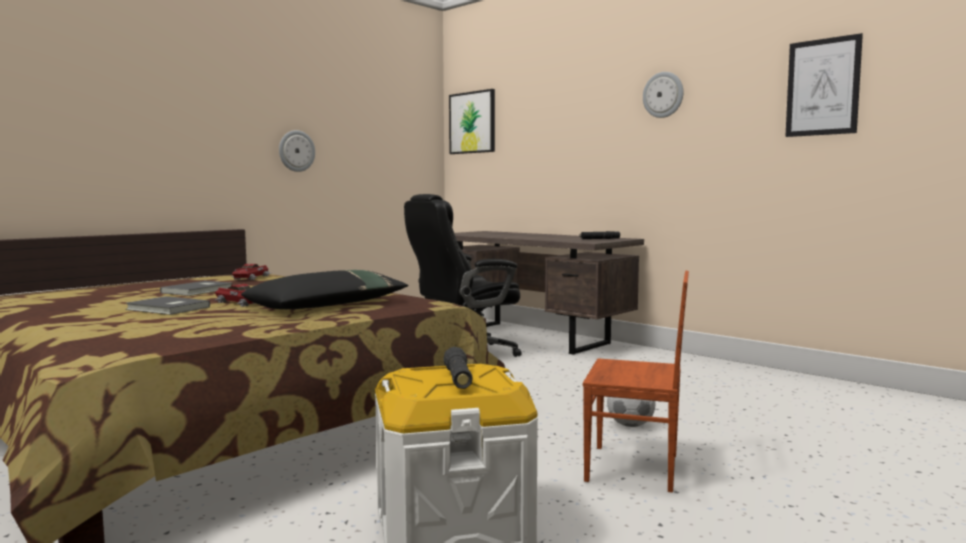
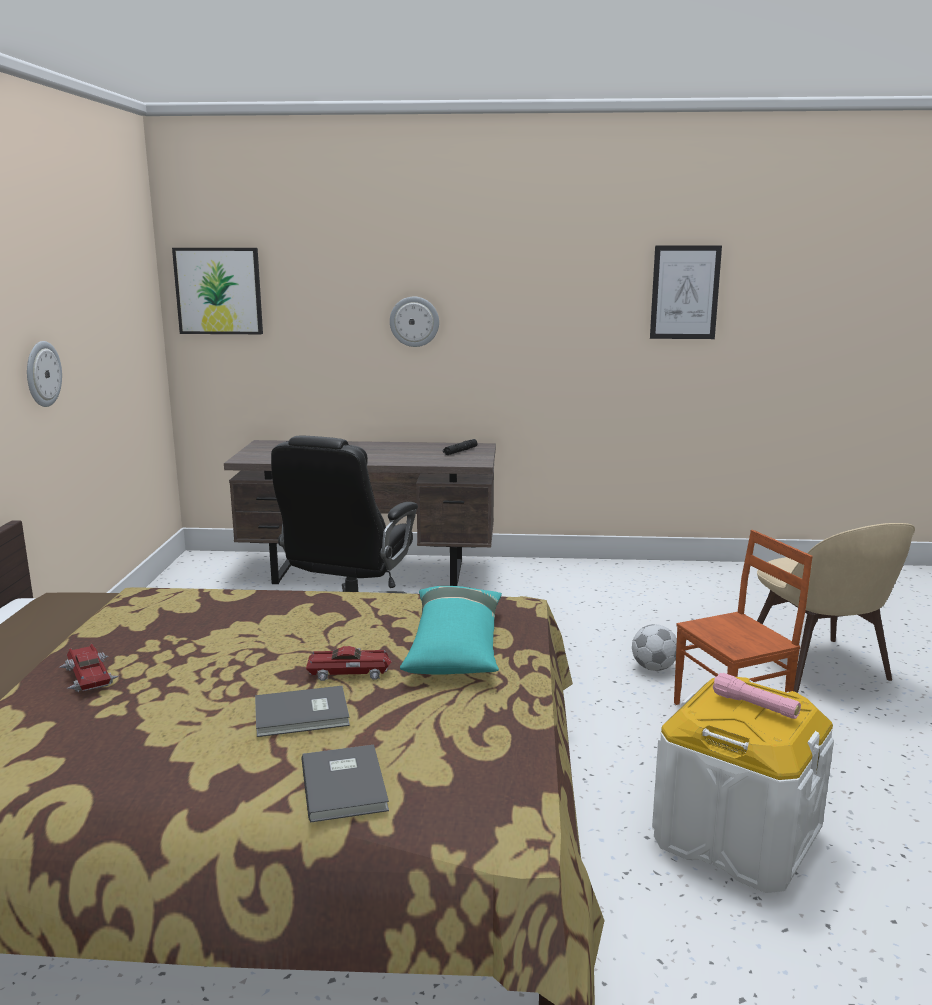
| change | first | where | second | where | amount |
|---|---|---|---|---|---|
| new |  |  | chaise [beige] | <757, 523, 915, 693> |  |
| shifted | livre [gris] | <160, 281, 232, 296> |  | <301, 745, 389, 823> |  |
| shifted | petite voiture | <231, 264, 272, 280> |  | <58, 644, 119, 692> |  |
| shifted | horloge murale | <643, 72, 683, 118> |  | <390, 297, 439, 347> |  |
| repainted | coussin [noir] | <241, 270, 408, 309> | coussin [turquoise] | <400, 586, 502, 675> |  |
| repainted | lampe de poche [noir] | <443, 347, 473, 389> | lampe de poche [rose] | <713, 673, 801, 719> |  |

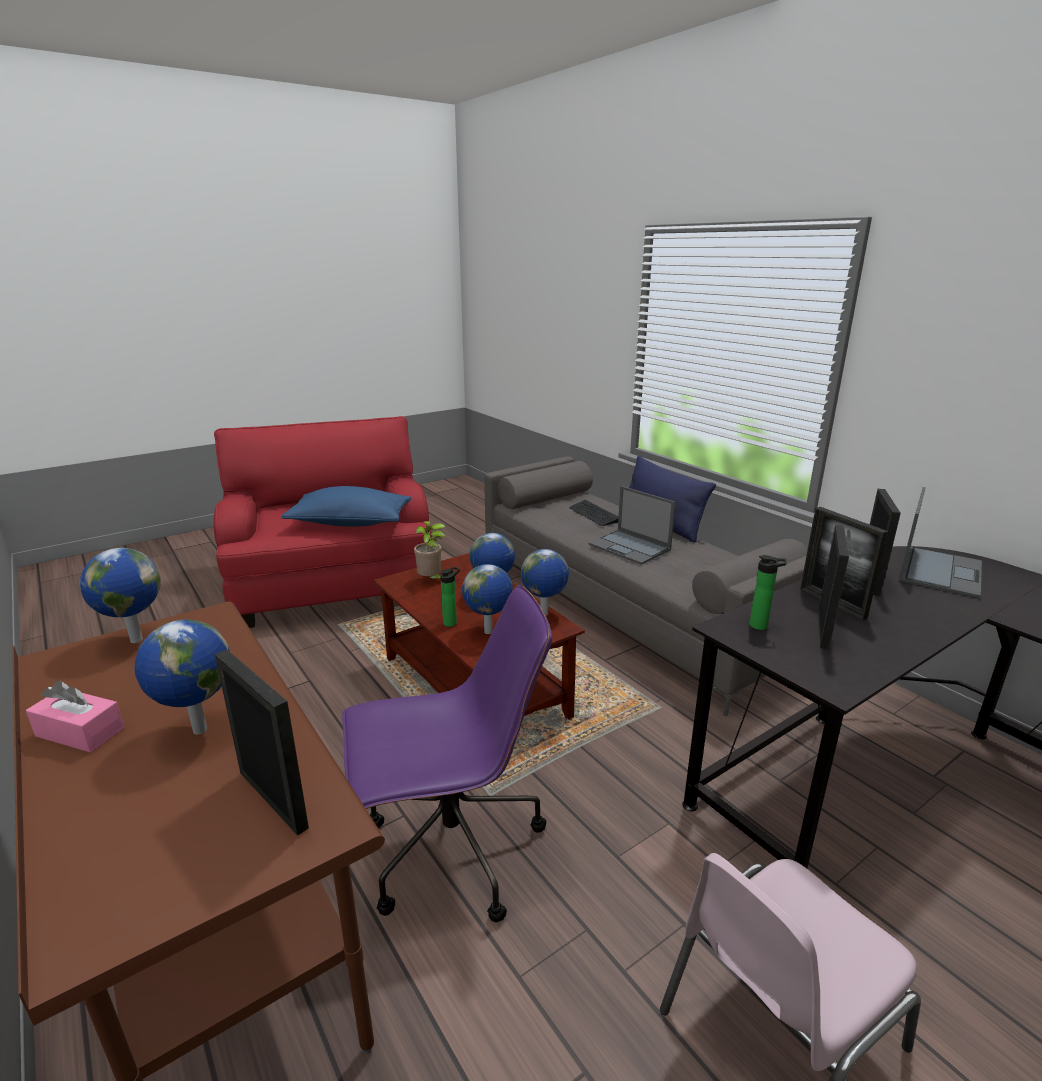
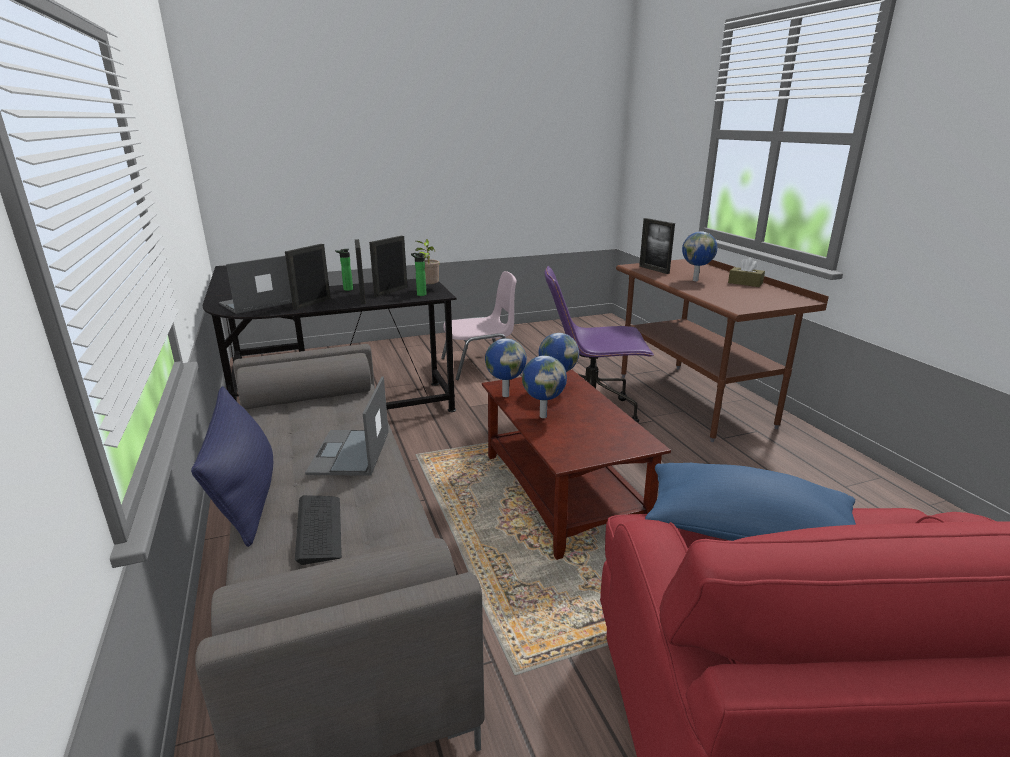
| change | first | where | second | where | amount |
|---|---|---|---|---|---|
| gone | globe | <80, 548, 161, 643> |  |  |  |
| shifted | plante en pot | <414, 521, 446, 579> |  | <415, 239, 440, 284> |  |
| shifted | bouteille | <440, 567, 460, 627> |  | <335, 249, 353, 291> |  |
| repainted | boîte à mouchoirs [rose] | <26, 681, 124, 752> | boîte à mouchoirs [marron] | <728, 257, 765, 287> |  |
| rotated | ordinateur portable | <589, 486, 676, 565> |  | <305, 377, 389, 476> | 150 degrees counterclockwise |

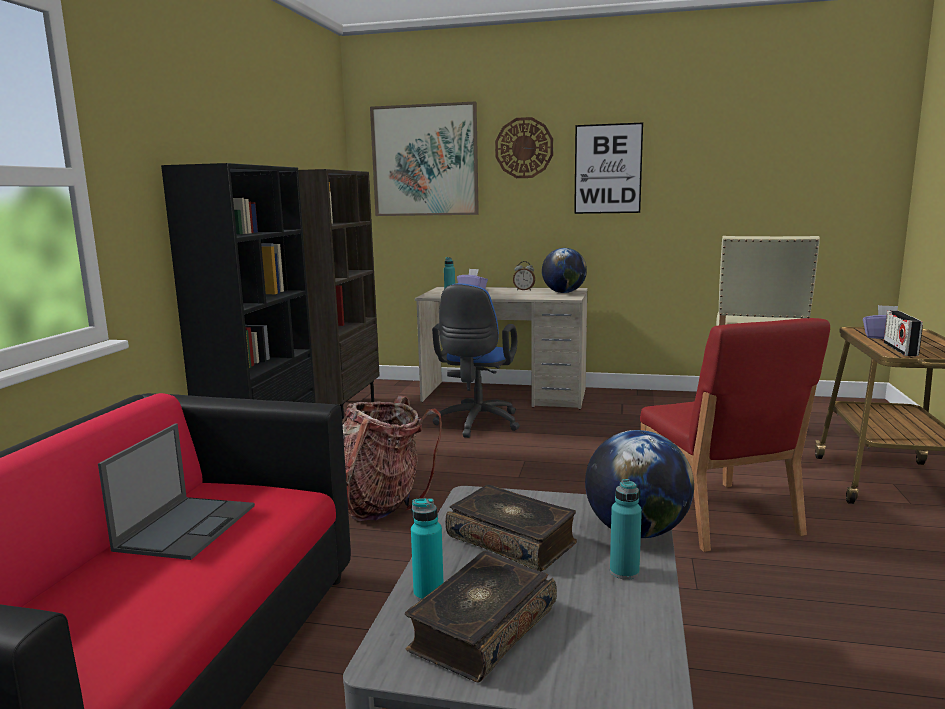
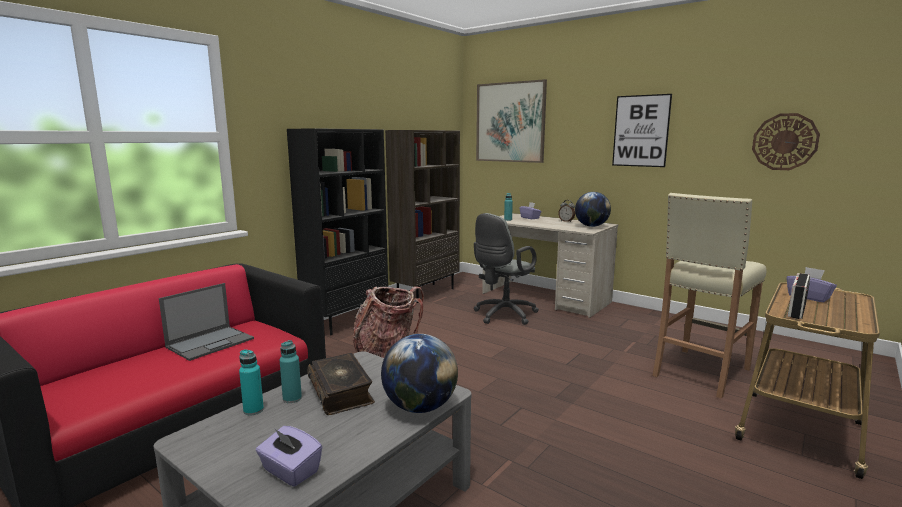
| change | first | where | second | where | amount |
|---|---|---|---|---|---|
| gone | livre | <405, 551, 557, 683> |  |  |  |
| gone | chaise [rouge] | <640, 318, 830, 552> |  |  |  |
| new |  |  | boîte à mouchoirs [violet] | <256, 426, 322, 487> |  |
| shifted | horloge murale | <495, 117, 553, 178> |  | <752, 113, 820, 170> |  |
| shifted | bouteille [turquoise] | <610, 479, 642, 580> |  | <280, 340, 302, 403> |  |
| repainted | chaise de bureau [bleu] | <432, 283, 520, 438> | chaise de bureau [gris] | <473, 213, 539, 325> |  |

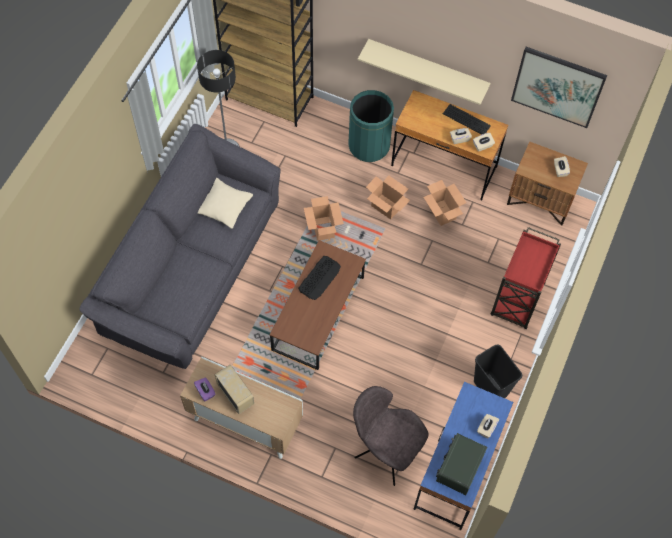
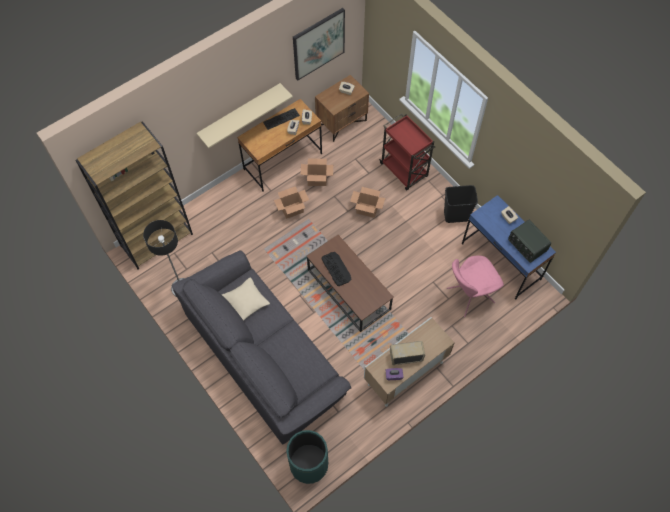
| change | first | where | second | where | amount |
|---|---|---|---|---|---|
| shifted | carton | <304, 196, 344, 241> |  | <350, 187, 385, 218> |  |
| shifted | poubelle [vert] | <348, 90, 394, 162> |  | <286, 430, 328, 484> |  |
| repainted | chaise [gris] | <353, 386, 429, 486> | chaise [rose] | <447, 256, 504, 317> |  |

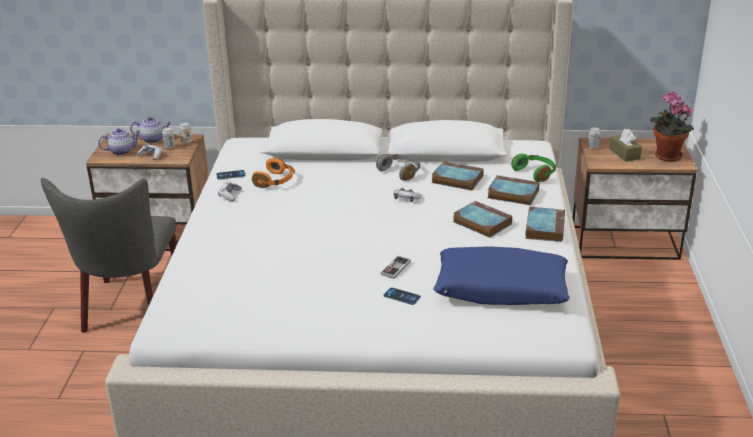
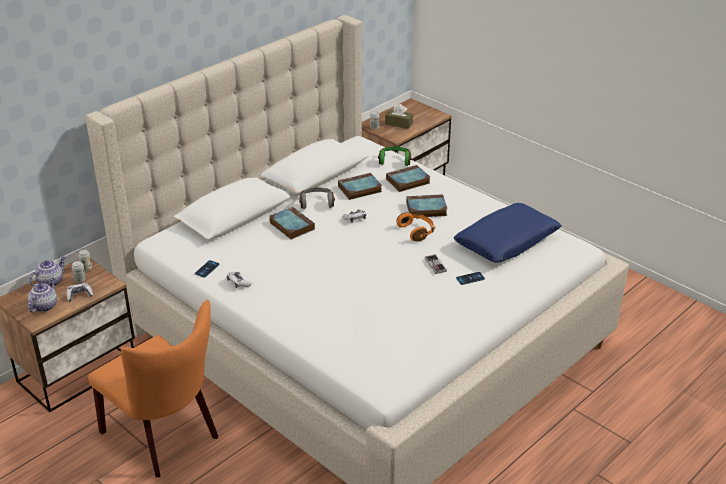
| change | first | where | second | where | amount |
|---|---|---|---|---|---|
| gone | plante en pot | <650, 92, 694, 162> |  |  |  |
| shifted | casque audio [orange] | <252, 158, 295, 188> |  | <397, 213, 435, 242> |  |
| shifted | livre | <525, 207, 565, 242> |  | <269, 207, 315, 240> |  |
| repainted | chaise [gris] | <41, 178, 177, 333> | chaise [orange] | <88, 300, 218, 478> |  |

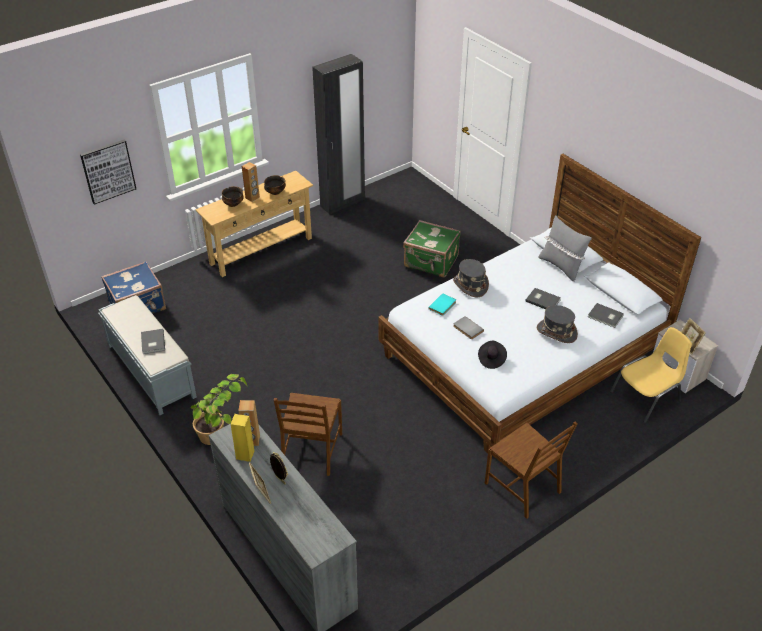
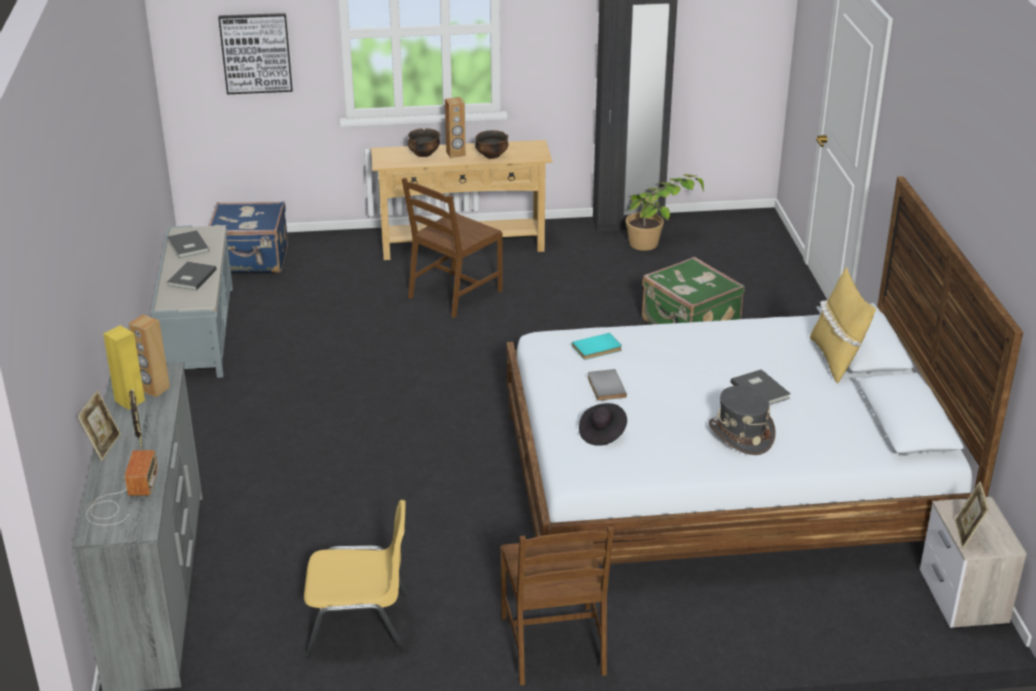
| change | first | where | second | where | amount |
|---|---|---|---|---|---|
| gone | chapeau [gris] | <453, 259, 489, 298> |  |  |  |
| new |  |  | radio | <86, 450, 158, 525> |  |
| shifted | plante en pot | <191, 374, 247, 445> |  | <626, 174, 704, 251> |  |
| shifted | chaise [marron] | <274, 393, 342, 476> |  | <402, 178, 502, 318> |  |
| shifted | livre [gris] | <588, 303, 624, 328> |  | <167, 230, 209, 258> |  |
| shifted | chaise [jaune] | <610, 327, 692, 423> |  | <304, 500, 407, 658> |  |
| repainted | coussin [gris] | <538, 216, 592, 282> | coussin [jaune] | <810, 268, 876, 384> |  |

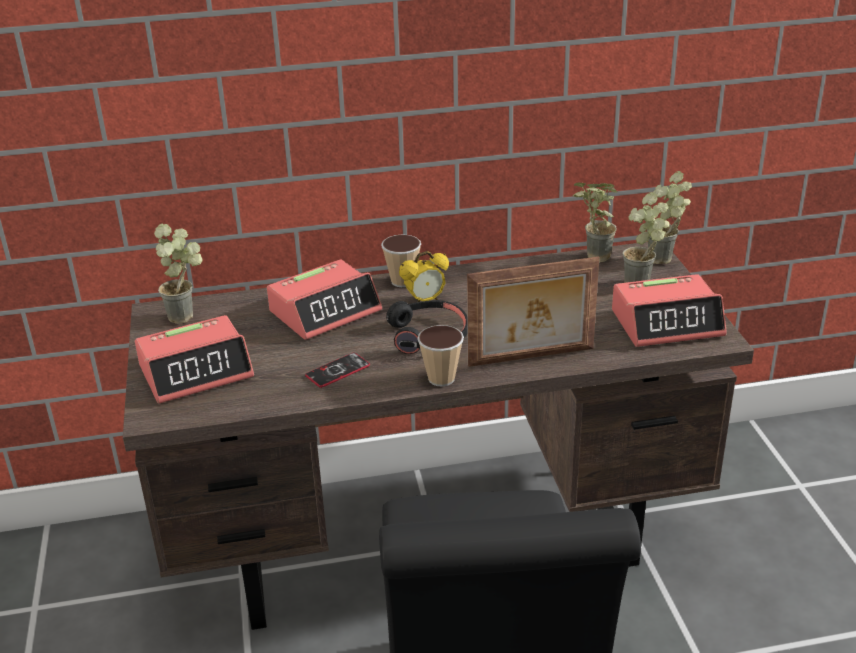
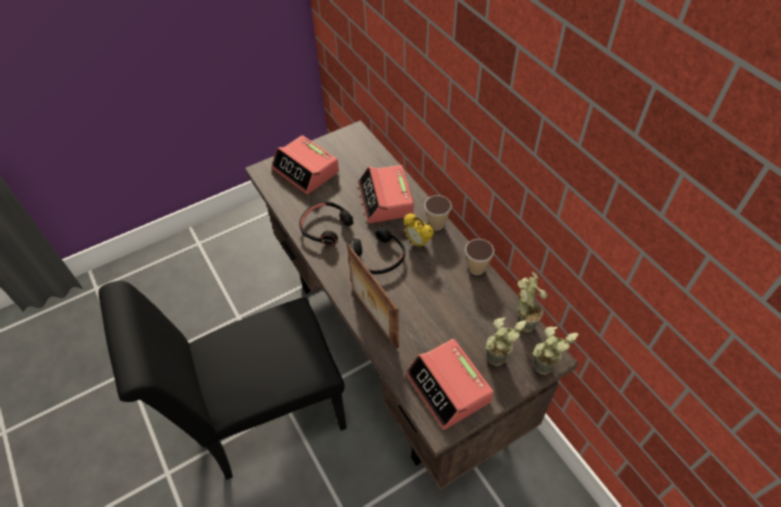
| change | first | where | second | where | amount |
|---|---|---|---|---|---|
| gone | plante en pot | <154, 224, 203, 324> |  |  |  |
| shifted | tasse | <417, 325, 464, 387> |  | <465, 239, 494, 275> |  |
| swapped | téléphone | <305, 353, 370, 388> | casque audio [noir] | <299, 201, 353, 246> |  |
| rotated | réveil | <267, 259, 382, 340> |  | <358, 165, 414, 223> | 45 degrees clockwise |

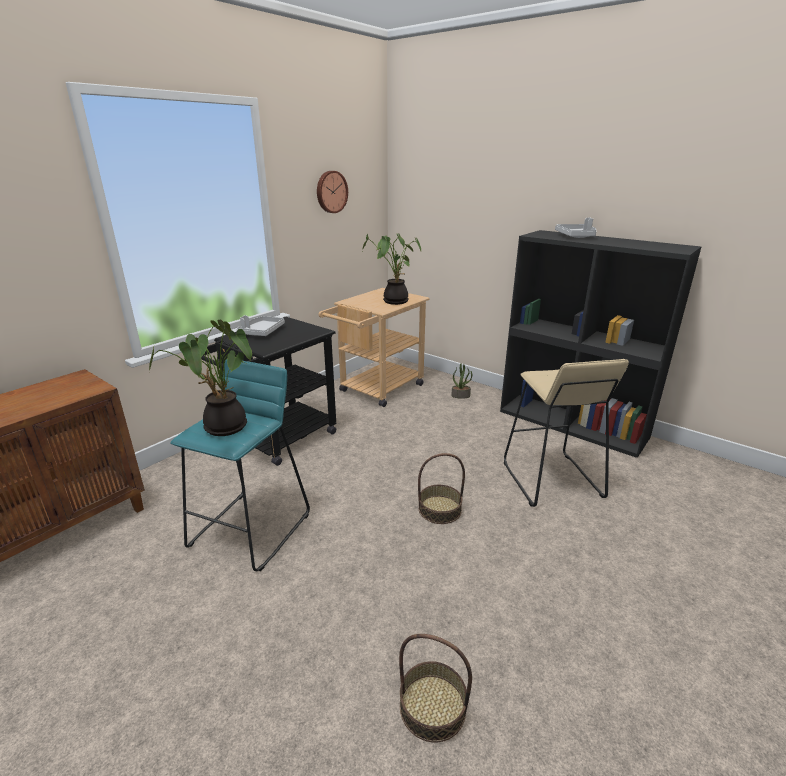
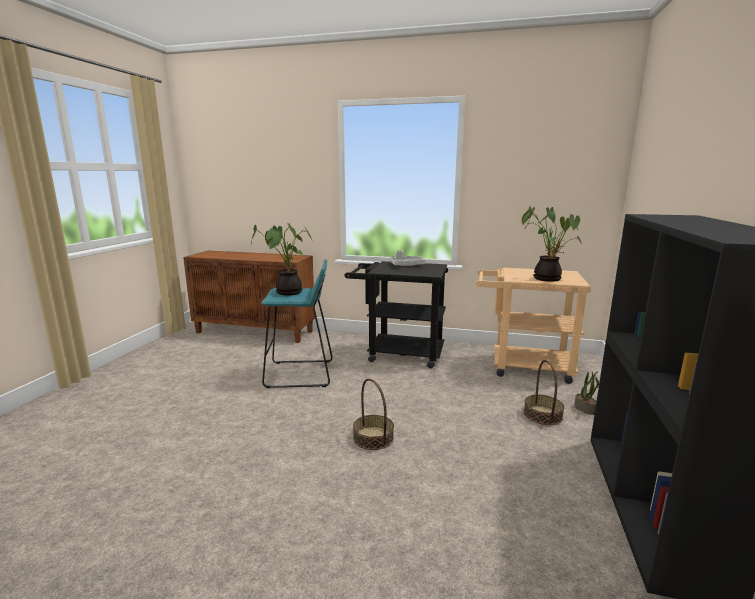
| change | first | where | second | where | amount |
|---|---|---|---|---|---|
| gone | horloge murale | <317, 171, 348, 213> |  |  |  |
| gone | tabouret [beige] | <504, 359, 629, 507> |  |  |  |
| gone | plateau [gris] | <555, 218, 596, 238> |  |  |  |
| shifted | panier | <399, 634, 472, 743> |  | <524, 360, 565, 425> |  |

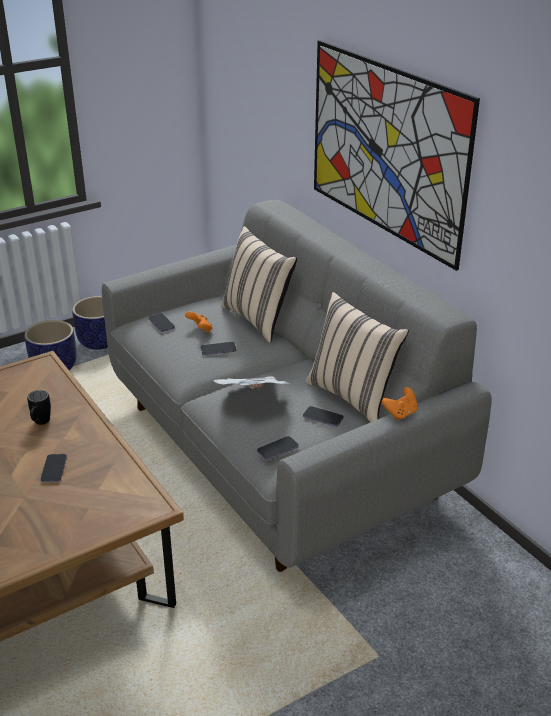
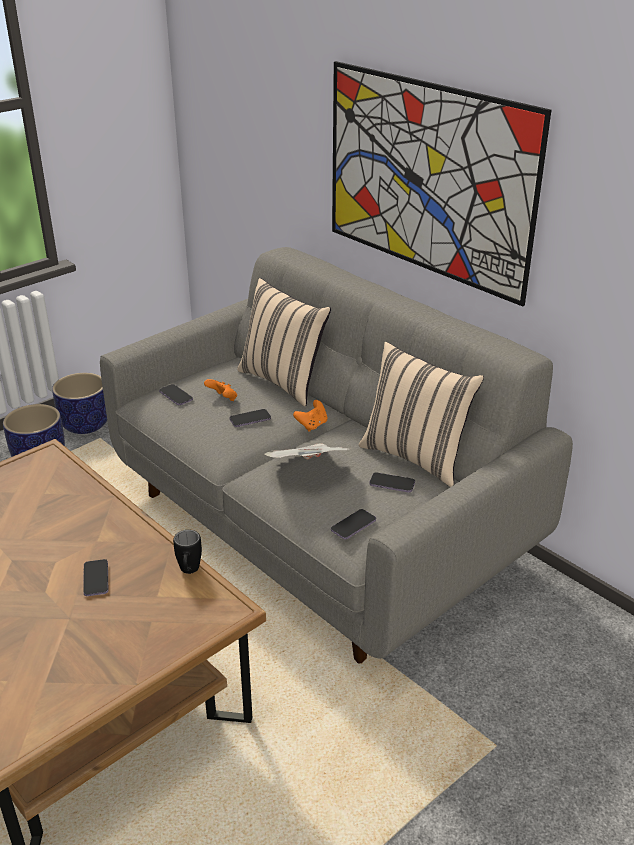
| change | first | where | second | where | amount |
|---|---|---|---|---|---|
| shifted | mug [noir] | <27, 390, 51, 425> |  | <173, 530, 202, 574> |  |
| shifted | manette [orange] | <382, 387, 418, 420> |  | <293, 400, 328, 432> |  |

